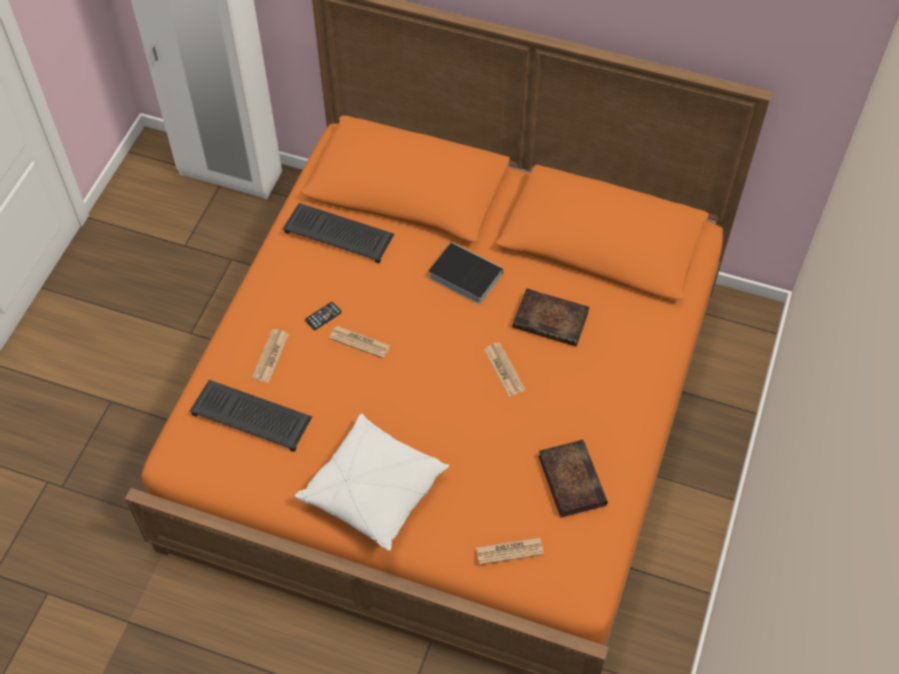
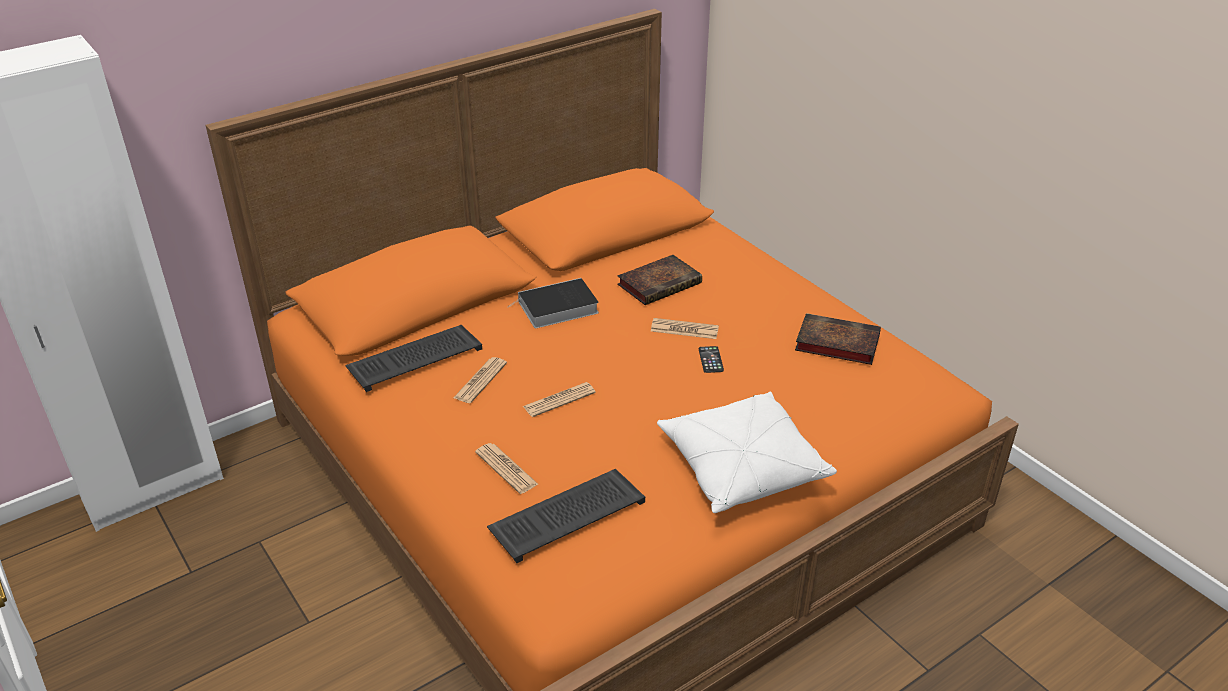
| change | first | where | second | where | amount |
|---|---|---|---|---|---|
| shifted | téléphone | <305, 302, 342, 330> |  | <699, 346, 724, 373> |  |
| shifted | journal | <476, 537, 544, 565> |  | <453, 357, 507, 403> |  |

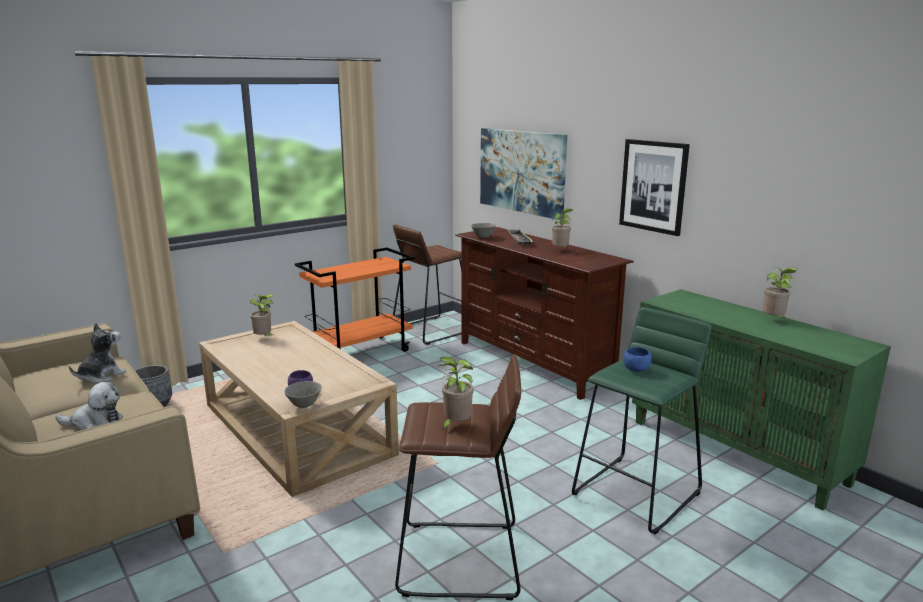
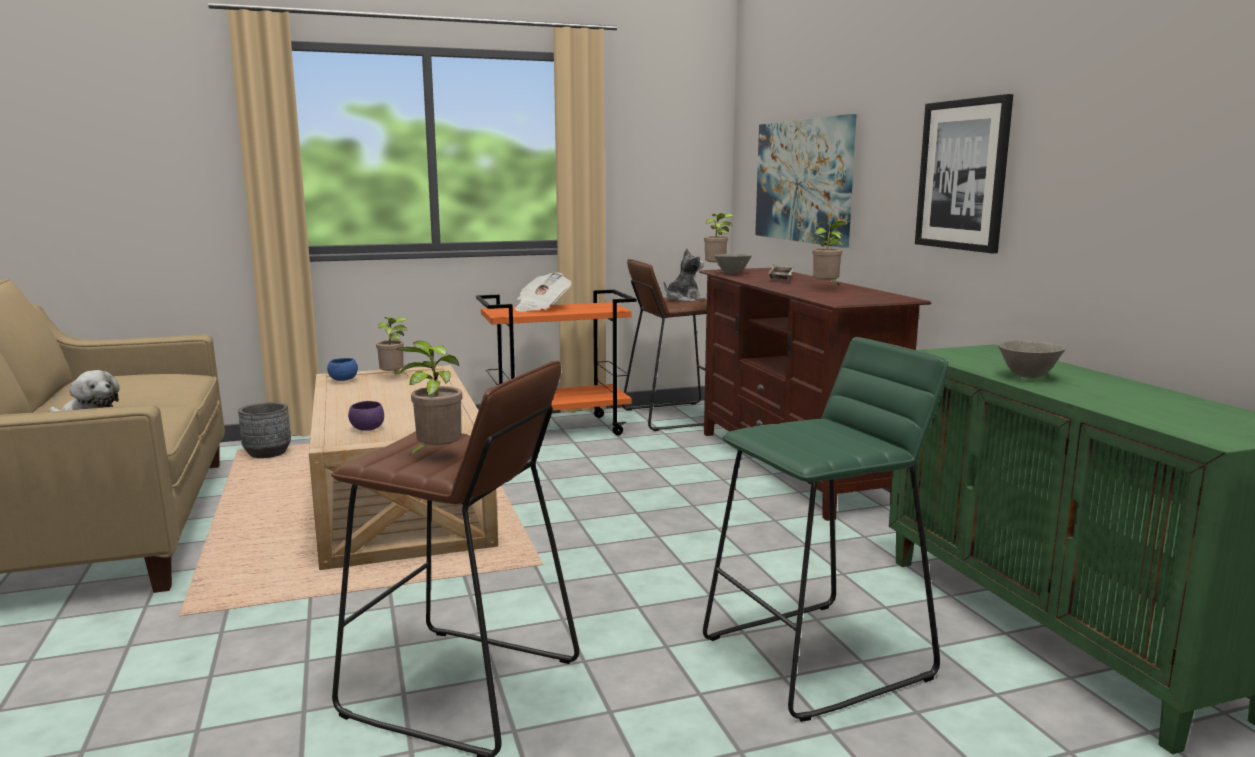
| change | first | where | second | where | amount |
|---|---|---|---|---|---|
| new |  |  | journal | <515, 272, 571, 312> |  |
| shifted | peluche | <69, 323, 126, 384> |  | <664, 248, 704, 302> |  |
| shifted | bol [gris] | <284, 381, 322, 408> |  | <998, 341, 1066, 378> |  |
| shifted | bol [bleu] | <623, 347, 652, 372> |  | <327, 358, 358, 381> |  |
| shifted | plante en pot | <763, 267, 798, 318> |  | <704, 213, 734, 265> |  |

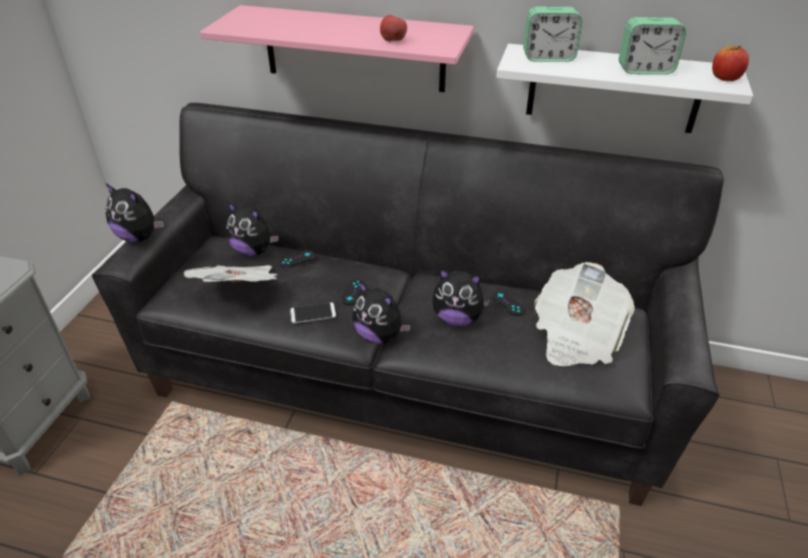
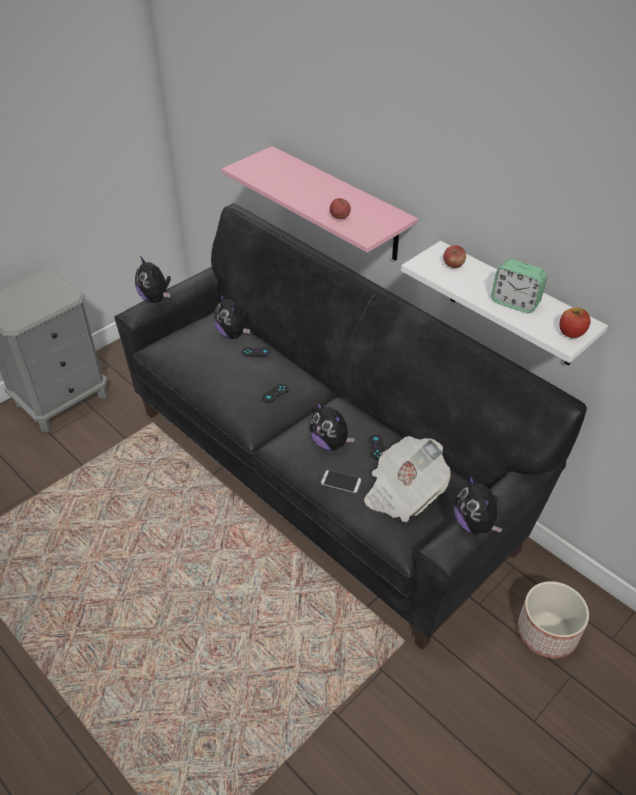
| change | first | where | second | where | amount |
|---|---|---|---|---|---|
| gone | journal | <184, 265, 278, 282> |  |  |  |
| new |  |  | cache-pot | <518, 581, 589, 658> |  |
| shifted | téléphone | <290, 302, 336, 323> |  | <321, 470, 361, 493> |  |
| shifted | peluche | <352, 281, 411, 344> |  | <454, 474, 502, 535> |  |
| swapped | réveil | <523, 7, 583, 62> | pomme | <443, 245, 466, 268> |  |

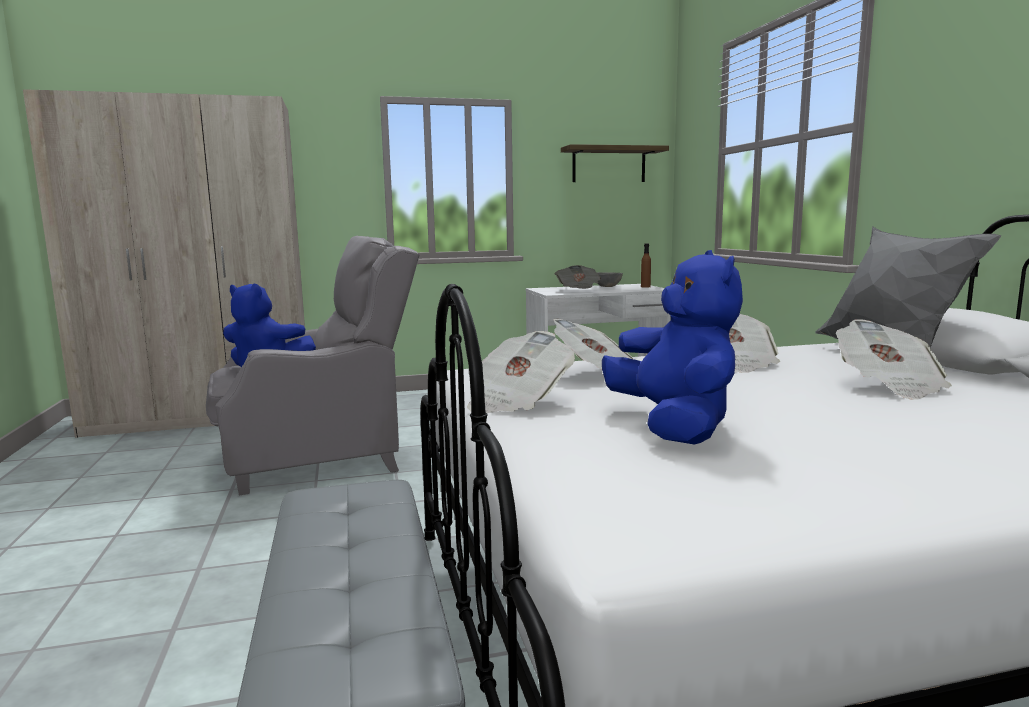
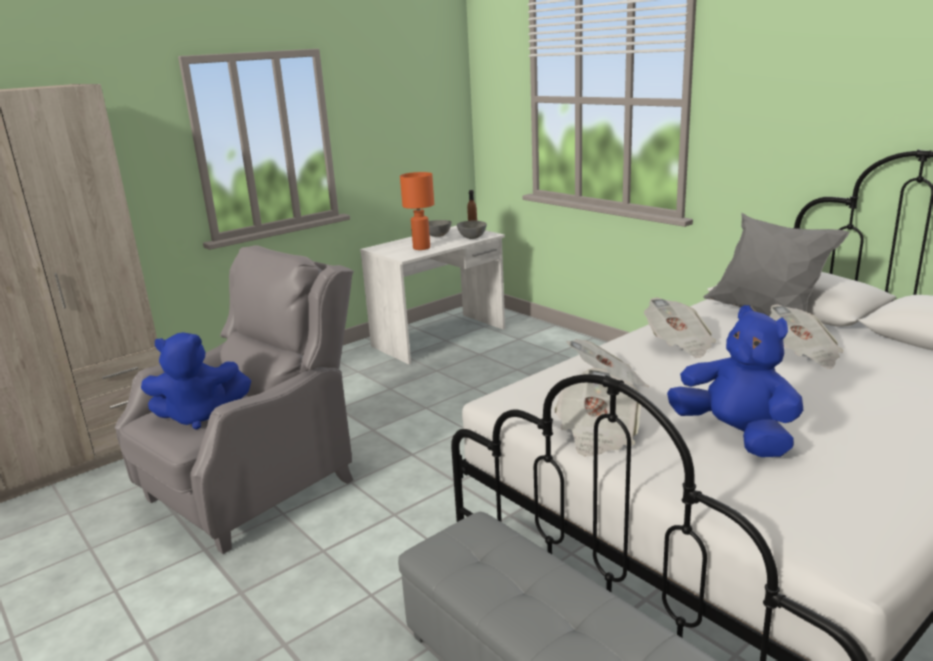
| change | first | where | second | where | amount |
|---|---|---|---|---|---|
| gone | étagère | <561, 144, 669, 182> |  |  |  |
| new |  |  | bol [gris] | <457, 221, 487, 239> |  |
| swapped | journal | <555, 265, 601, 289> | lampe de table [orange] | <400, 172, 434, 250> |  |

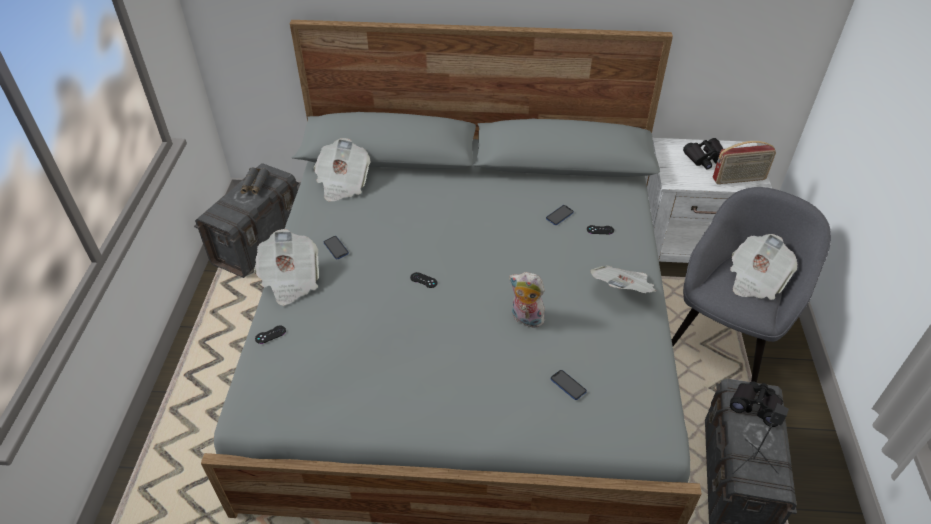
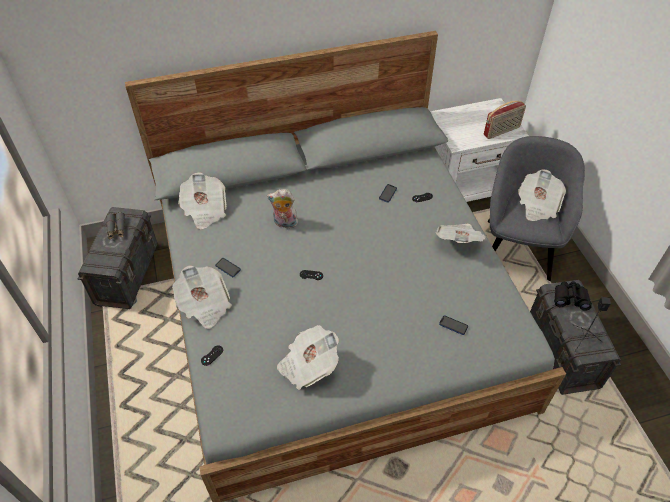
| change | first | where | second | where | amount |
|---|---|---|---|---|---|
| gone | jumelles [noir] | <683, 138, 723, 169> |  |  |  |
| new |  |  | journal | <277, 325, 339, 390> |  |
| shifted | peluche | <509, 272, 545, 329> |  | <267, 189, 298, 228> |  |

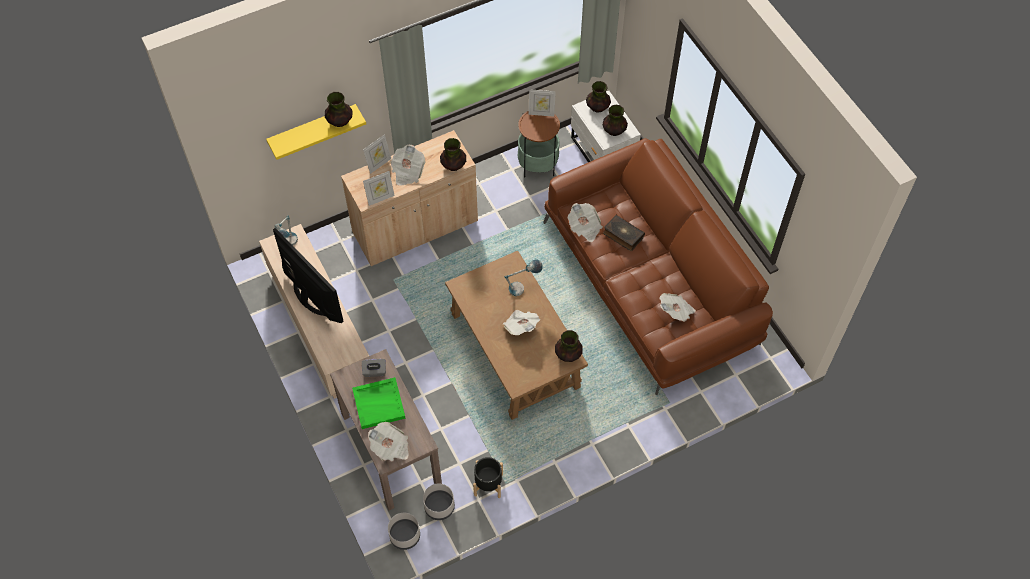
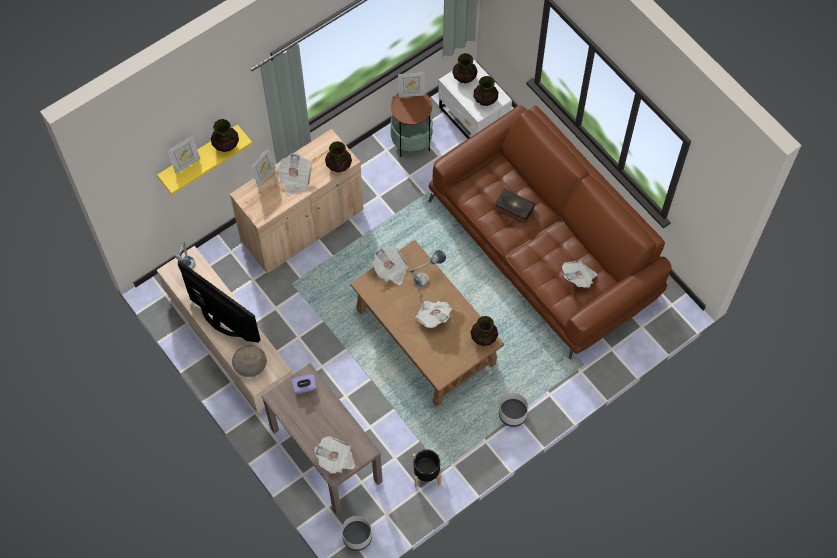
| change | first | where | second | where | amount |
|---|---|---|---|---|---|
| gone | plateau [vert] | <352, 377, 406, 429> |  |  |  |
| new |  |  | bol [beige] | <232, 345, 267, 377> |  |
| shifted | cadre photo | <363, 171, 395, 206> |  | <167, 136, 200, 174> |  |
| shifted | cache-pot [gris] | <423, 484, 455, 520> |  | <499, 393, 529, 427> |  |
| shifted | journal | <568, 203, 603, 242> |  | <373, 246, 409, 285> |  |
| repainted | boîte à mouchoirs [gris] | <362, 359, 386, 377> | boîte à mouchoirs [violet] | <291, 374, 317, 394> |  |

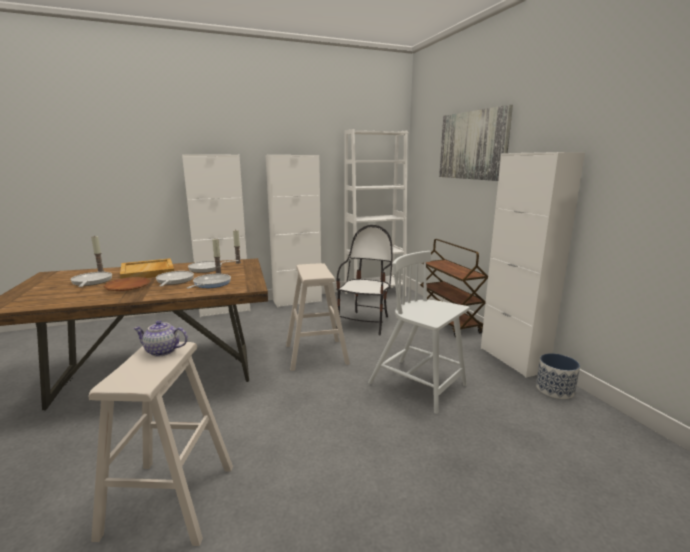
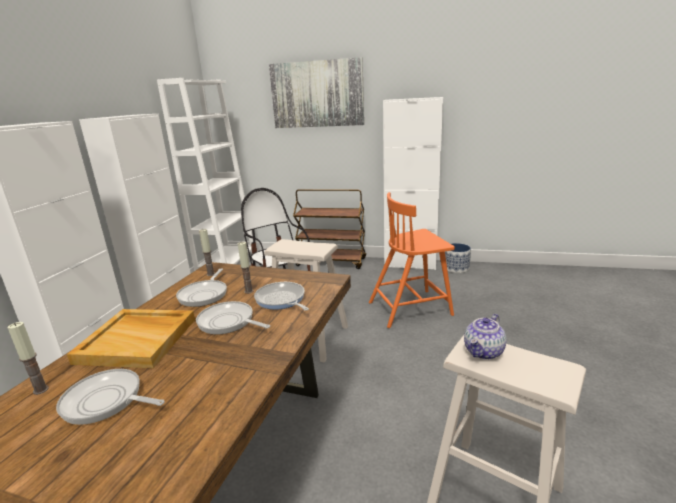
| change | first | where | second | where | amount |
|---|---|---|---|---|---|
| gone | assiette [marron] | <104, 277, 150, 291> |  |  |  |
| repainted | chaise [blanc] | <368, 251, 469, 414> | chaise [orange] | <369, 192, 455, 328> |  |

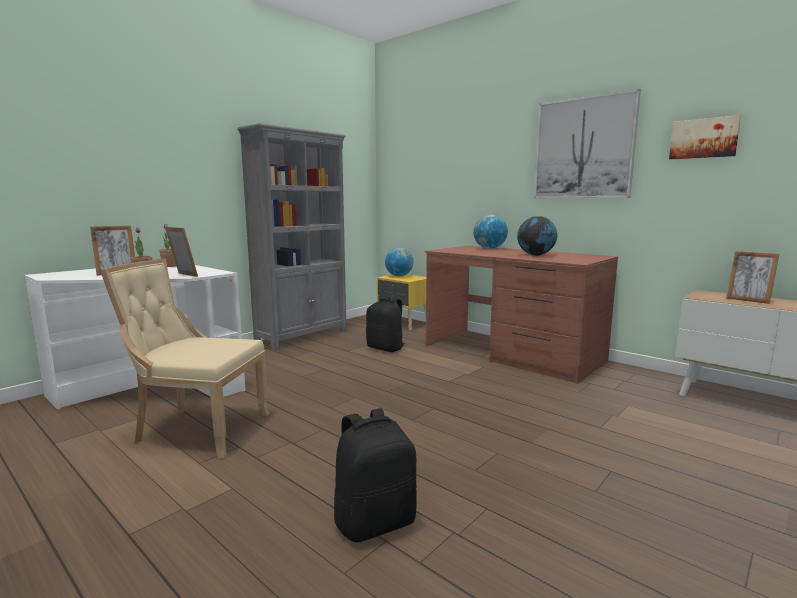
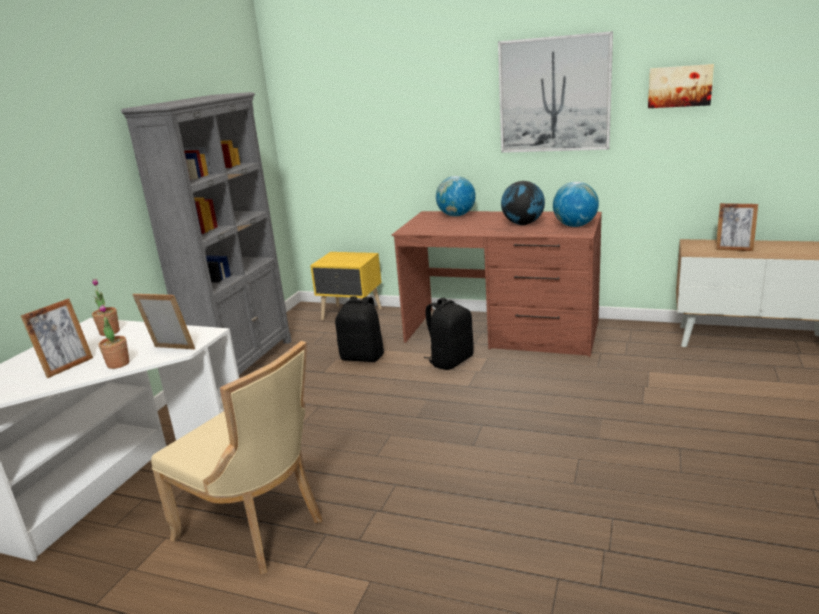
| change | first | where | second | where | amount |
|---|---|---|---|---|---|
| shifted | sac à dos [noir] | <334, 408, 417, 543> |  | <424, 298, 474, 370> |  |
| shifted | globe | <385, 248, 414, 276> |  | <553, 182, 599, 227> |  |
| rotated | chaise [beige] | <100, 258, 269, 458> |  | <151, 341, 322, 574> | 135 degrees counterclockwise |

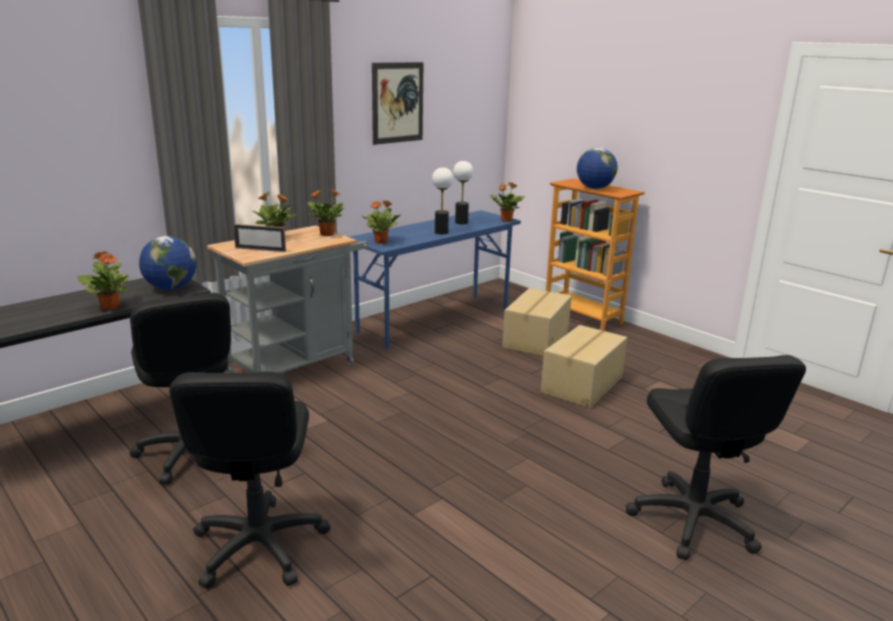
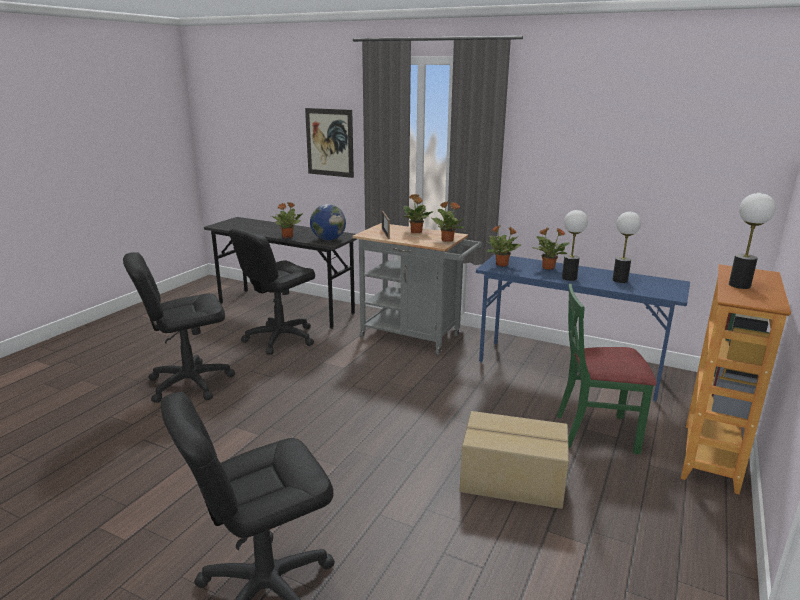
| change | first | where | second | where | amount |
|---|---|---|---|---|---|
| shifted | tableau | <372, 62, 423, 145> |  | <305, 108, 354, 178> |  |
| shifted | plante en pot | <490, 182, 525, 222> |  | <532, 228, 570, 270> |  |
| swapped | carton | <502, 288, 572, 356> | chaise [vert] | <557, 284, 657, 454> |  |
| swapped | globe | <577, 148, 617, 189> | lampe de table | <729, 193, 776, 289> |  |

